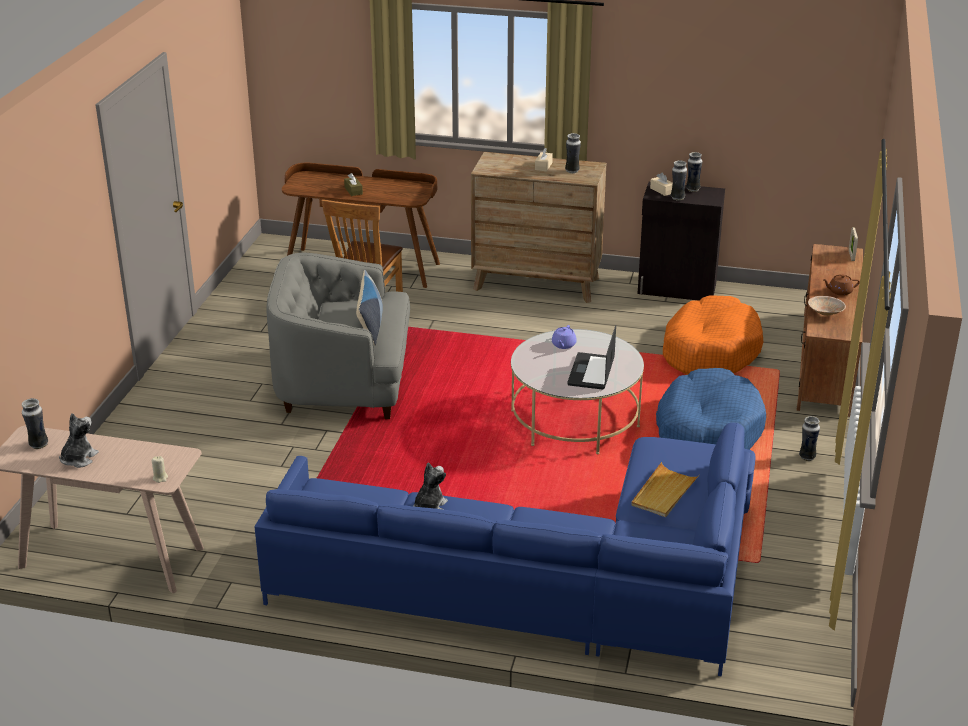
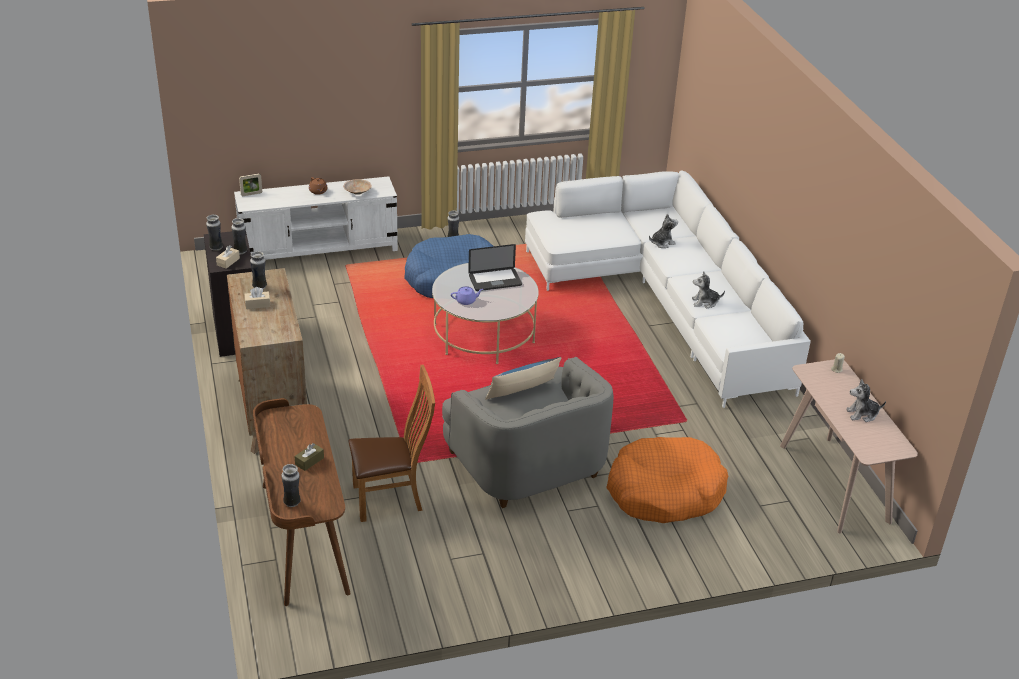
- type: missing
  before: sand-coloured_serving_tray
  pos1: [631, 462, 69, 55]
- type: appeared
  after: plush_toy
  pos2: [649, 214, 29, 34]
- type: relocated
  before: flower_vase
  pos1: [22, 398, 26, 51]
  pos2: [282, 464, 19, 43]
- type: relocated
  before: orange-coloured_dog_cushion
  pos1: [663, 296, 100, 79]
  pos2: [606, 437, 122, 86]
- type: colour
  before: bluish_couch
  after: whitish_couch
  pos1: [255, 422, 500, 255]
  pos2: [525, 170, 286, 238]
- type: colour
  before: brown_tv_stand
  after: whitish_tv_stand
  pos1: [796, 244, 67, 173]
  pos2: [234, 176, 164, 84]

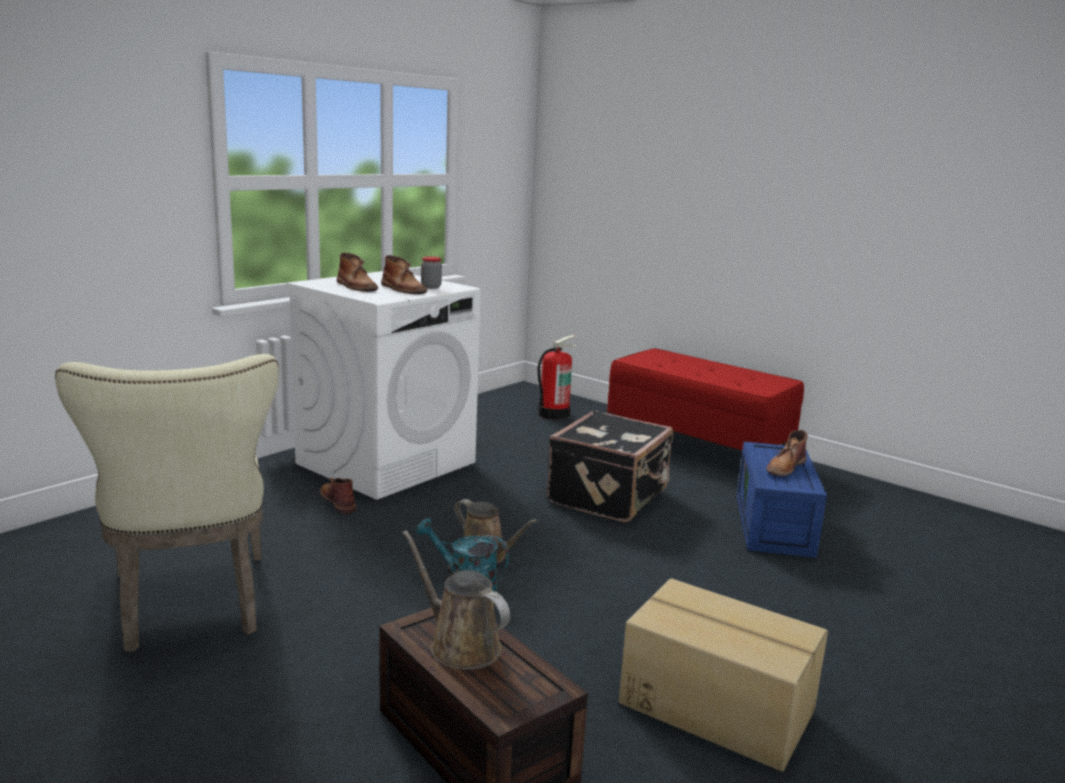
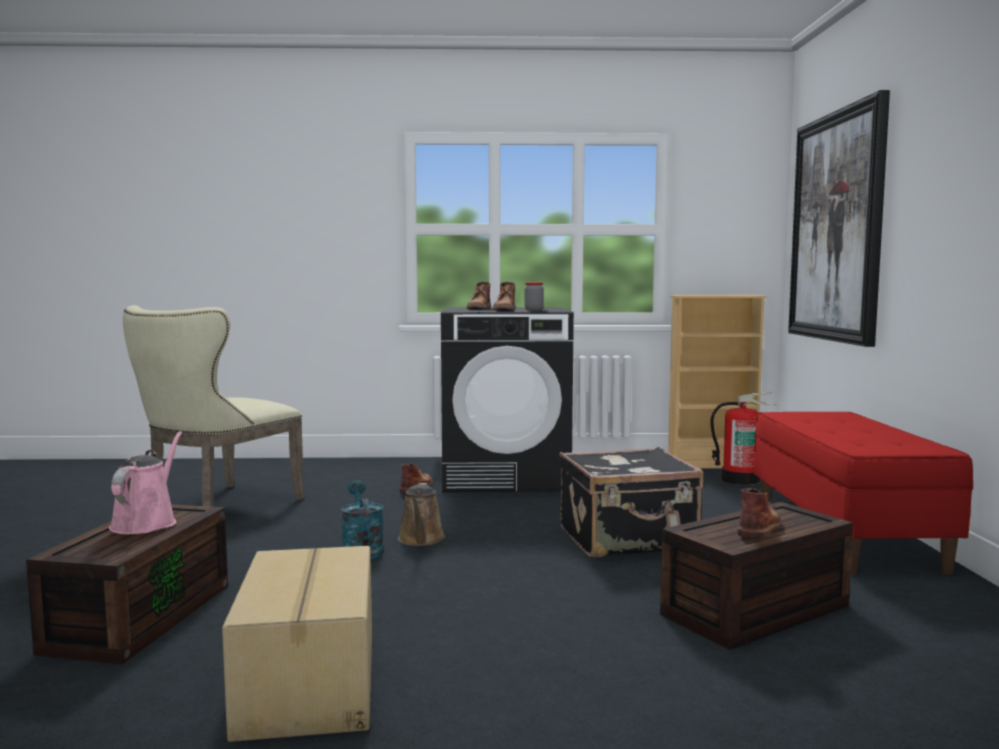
- type: appeared
  after: sand-coloured_bookcase
  pos2: [668, 295, 99, 174]
- type: appeared
  after: picture
  pos2: [788, 90, 102, 257]
- type: colour
  before: whitish_washing_machine
  after: black-coloured_washing_machine
  pos1: [286, 271, 195, 229]
  pos2: [441, 307, 133, 185]
- type: colour
  before: brown_sprinkling_can
  after: pink-coloured_sprinkling_can
  pos1: [403, 530, 107, 140]
  pos2: [109, 431, 73, 103]
- type: colour
  before: bluish_storage_box
  after: brown_storage_box
  pos1: [737, 442, 90, 116]
  pos2: [660, 502, 193, 148]
- type: spun
  before: brown_tall_boot
  pos1: [766, 430, 42, 47]
  pos2: [737, 488, 44, 51]
  turn: 120

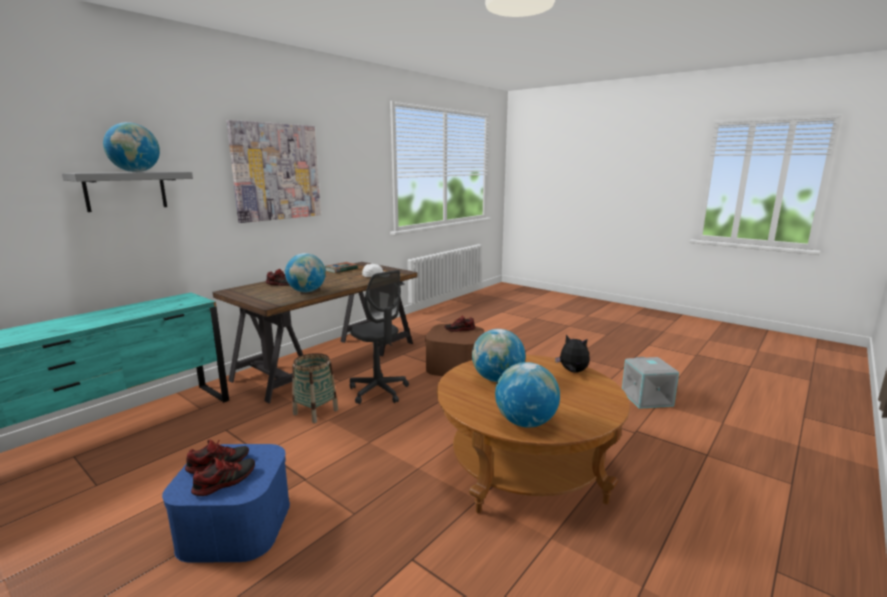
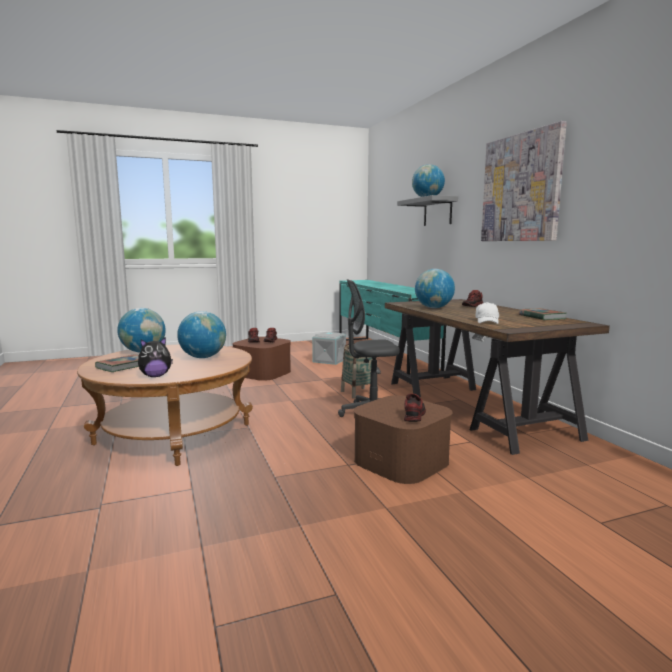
- type: appeared
  after: volume
  pos2: [95, 354, 44, 18]
- type: relocated
  before: gray_storage_box
  pos1: [622, 357, 57, 52]
  pos2: [312, 332, 34, 33]
- type: colour
  before: bluish_storage_box
  after: brown_storage_box
  pos1: [162, 444, 128, 119]
  pos2: [232, 337, 59, 44]

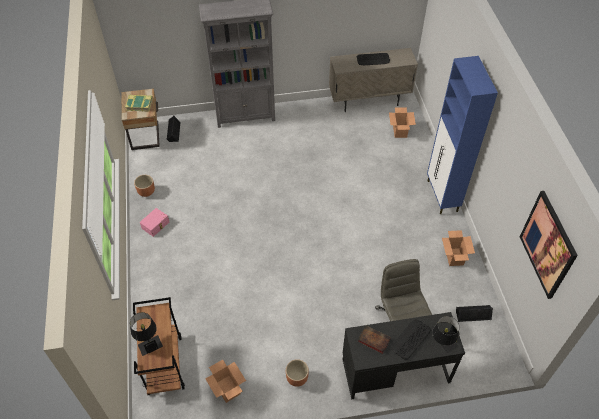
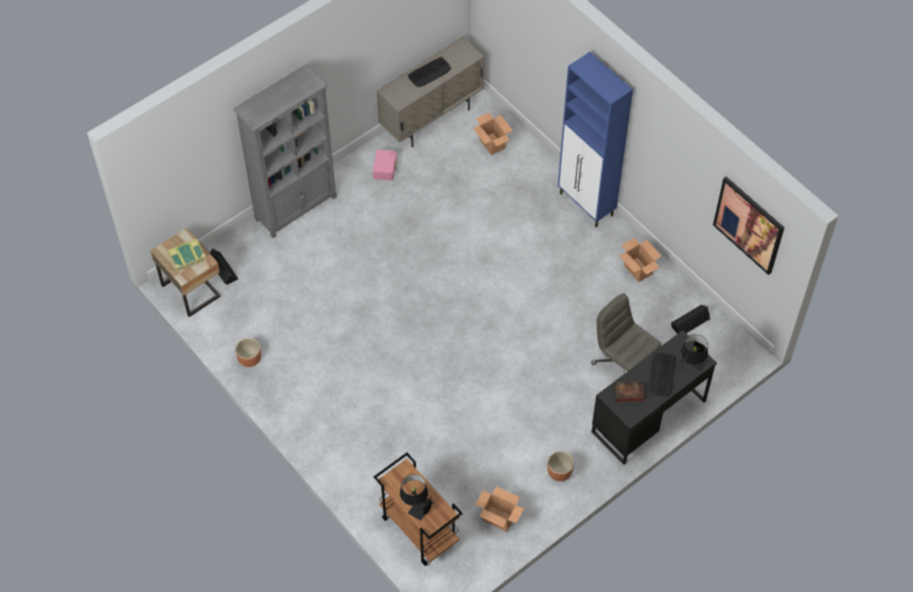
- type: relocated
  before: pink-coloured_storage_box
  pos1: [140, 208, 29, 29]
  pos2: [373, 149, 24, 32]

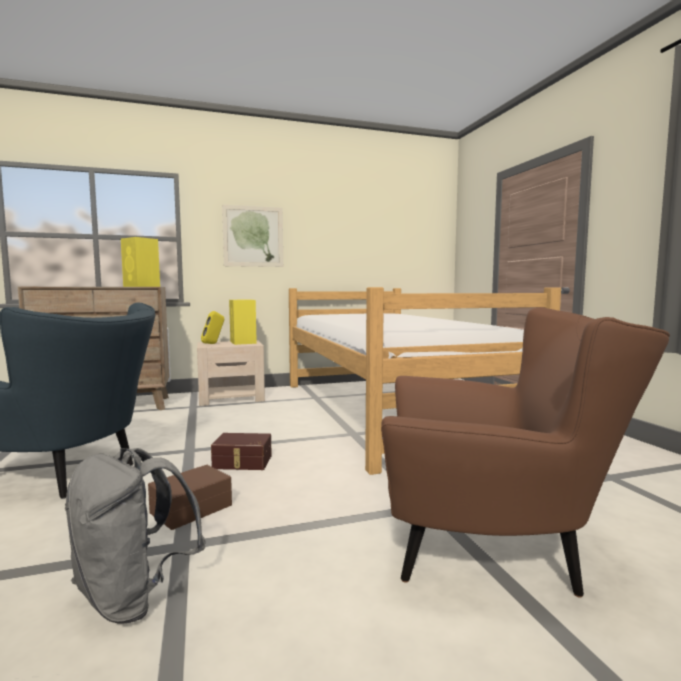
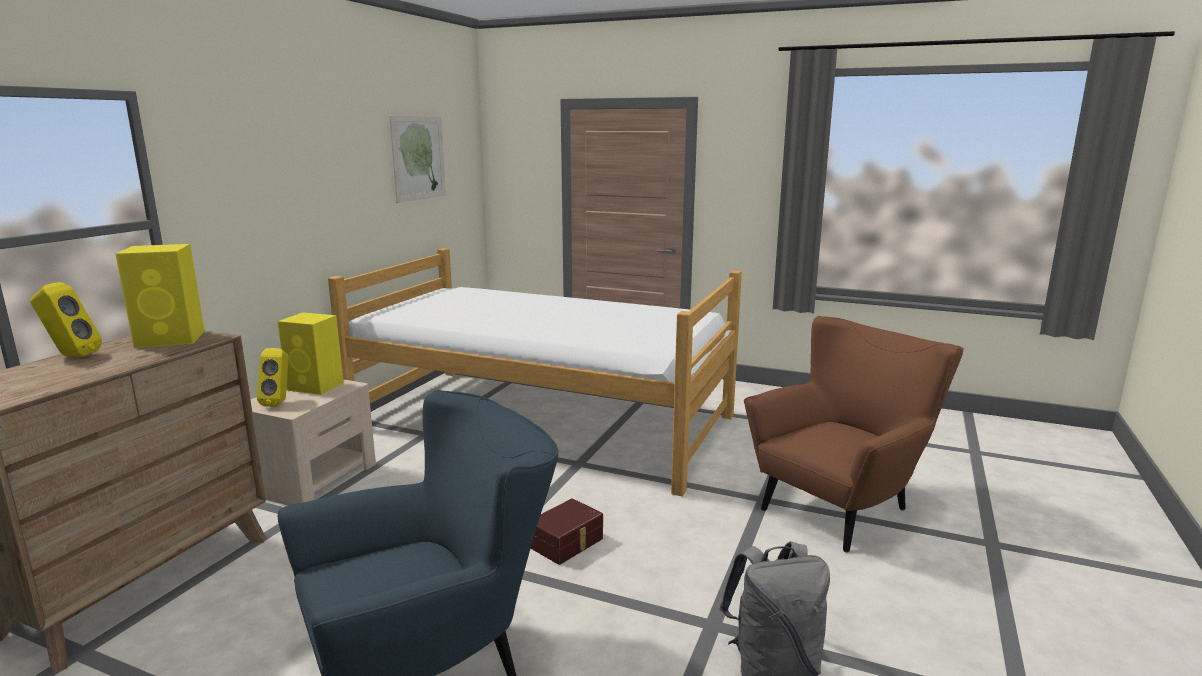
- type: missing
  before: brown_storage_box
  pos1: [148, 465, 84, 65]
- type: appeared
  after: yellowish_speaker
  pos2: [30, 282, 72, 75]
- type: relocated
  before: picture
  pos1: [222, 204, 61, 63]
  pos2: [389, 116, 57, 87]

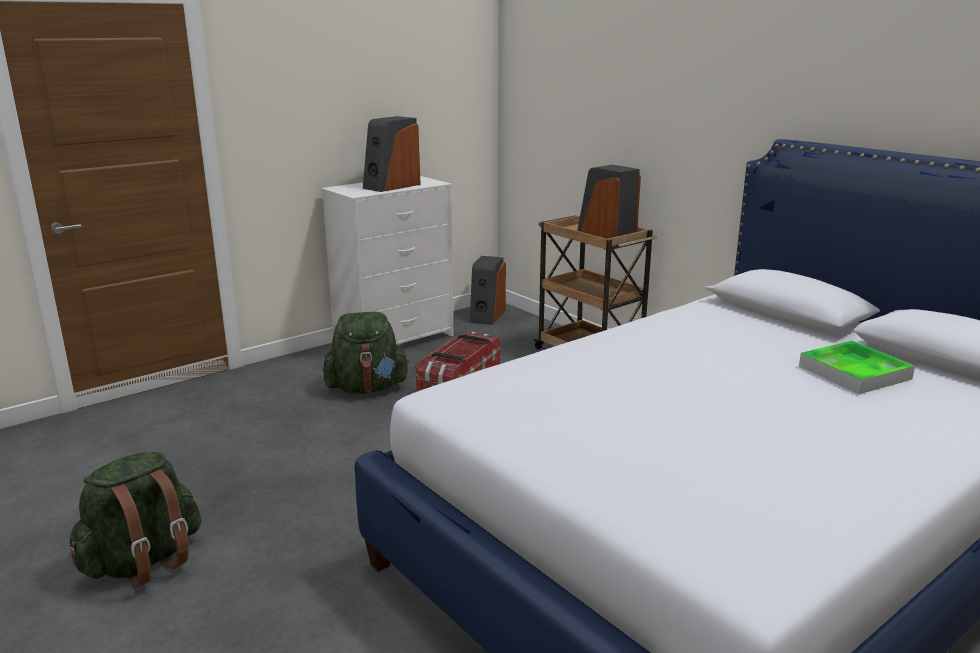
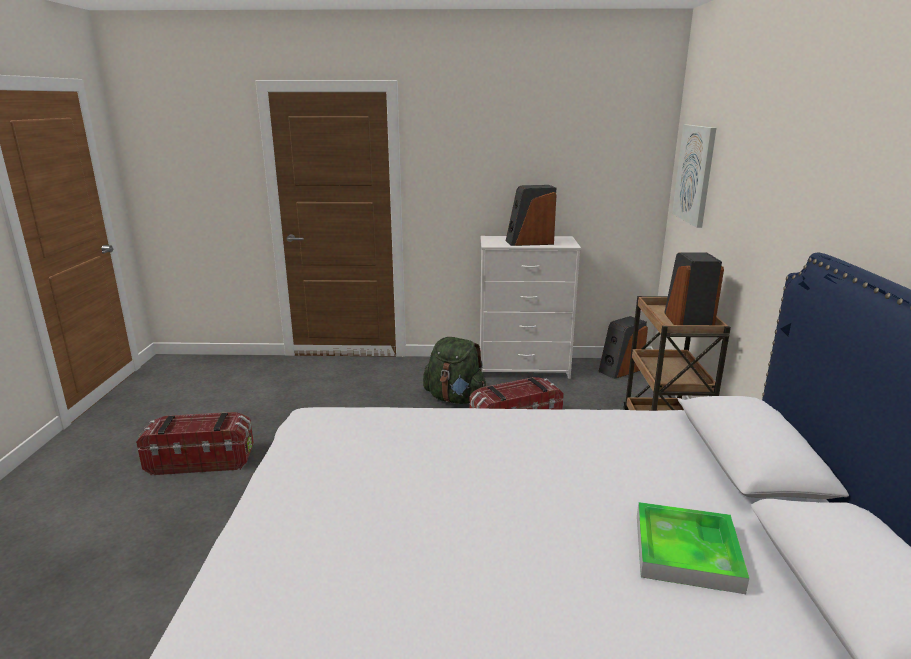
- type: appeared
  after: picture
  pos2: [672, 125, 44, 103]
- type: exchanged
  before: green-coloured_rucksack
  after: storage_box
  pos1: [68, 452, 133, 136]
  pos2: [136, 412, 118, 63]

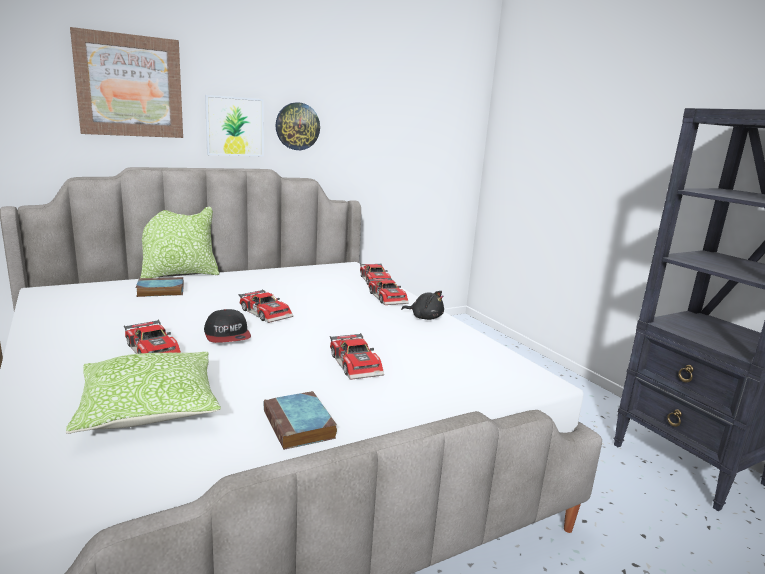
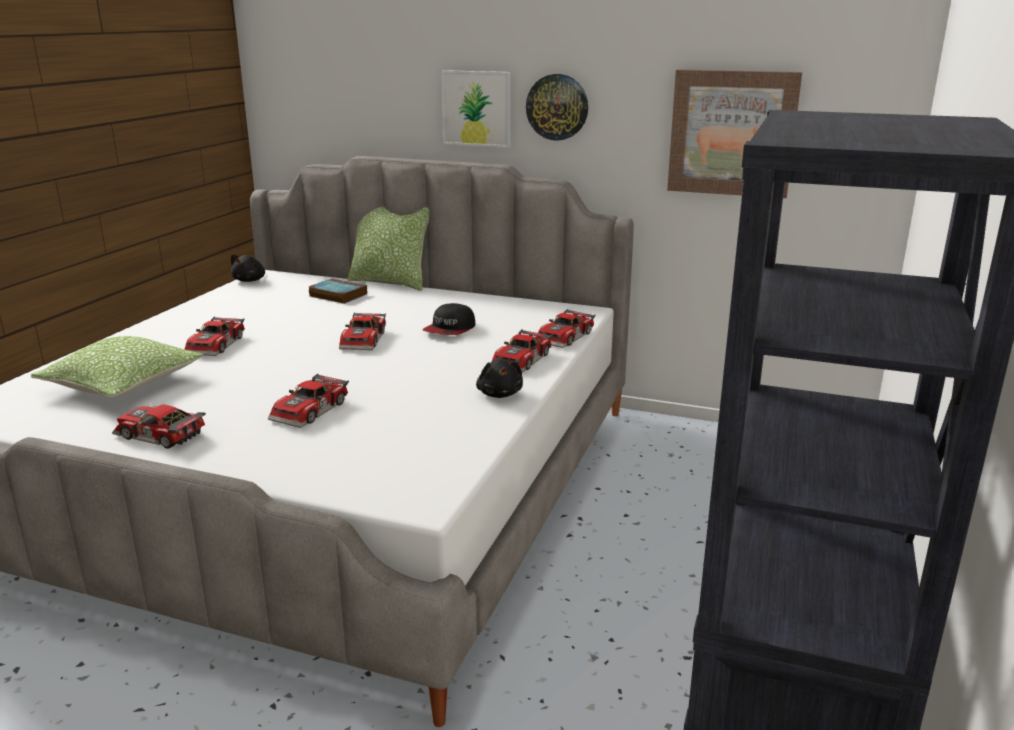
- type: appeared
  after: black-coloured_plush_toy
  pos2: [231, 254, 34, 28]
- type: relocated
  before: picture
  pos1: [70, 27, 113, 111]
  pos2: [667, 69, 135, 129]
- type: relocated
  before: cap
  pos1: [204, 309, 47, 34]
  pos2: [423, 303, 52, 32]
- type: exchanged
  before: volume
  after: miniature_car
  pos1: [264, 391, 73, 59]
  pos2: [112, 404, 94, 45]

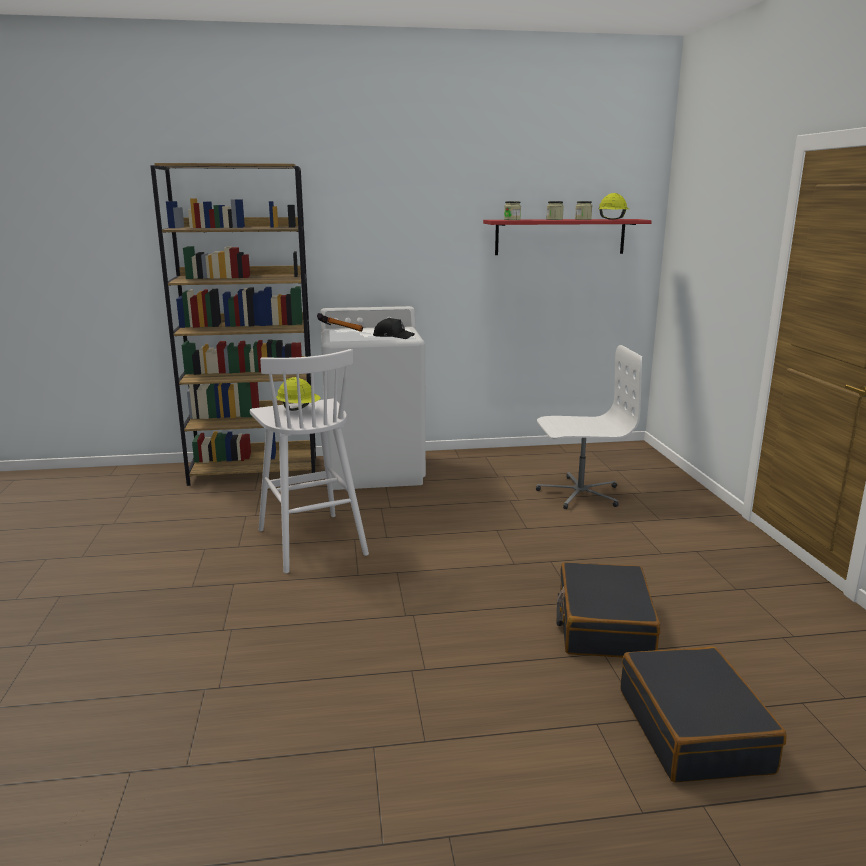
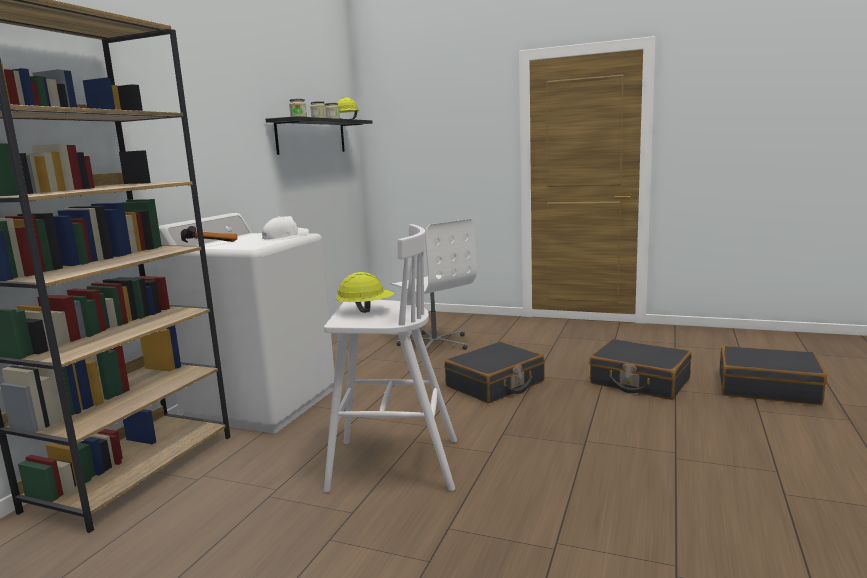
- type: appeared
  after: black-coloured_piece_of_luggage
  pos2: [444, 342, 101, 61]
- type: colour
  before: black-coloured_cap
  after: whitish_cap
  pos1: [373, 318, 42, 21]
  pos2: [262, 216, 47, 24]
- type: colour
  before: red_wall_shelf
  after: black-coloured_wall_shelf
  pos1: [483, 219, 169, 36]
  pos2: [265, 116, 108, 39]
- type: spun
  before: whitish_computer_chair
  pos1: [536, 345, 106, 164]
  pos2: [390, 219, 87, 131]
  turn: 120

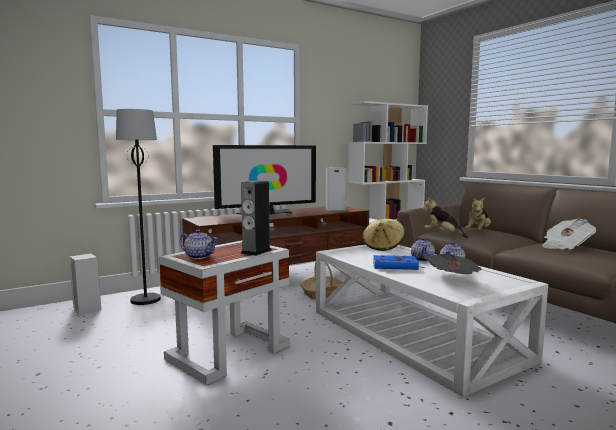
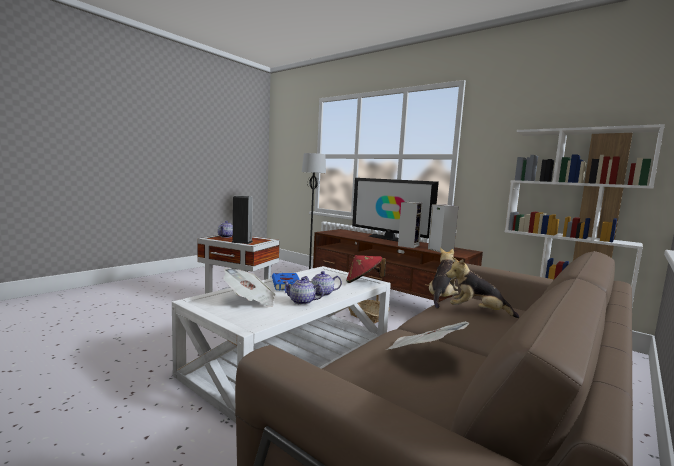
- type: relocated
  before: speaker
  pos1: [69, 253, 32, 62]
  pos2: [398, 202, 25, 46]
- type: colour
  before: sand-coloured_wearable_hat
  after: red_wearable_hat
  pos1: [362, 219, 43, 32]
  pos2: [346, 255, 40, 28]

